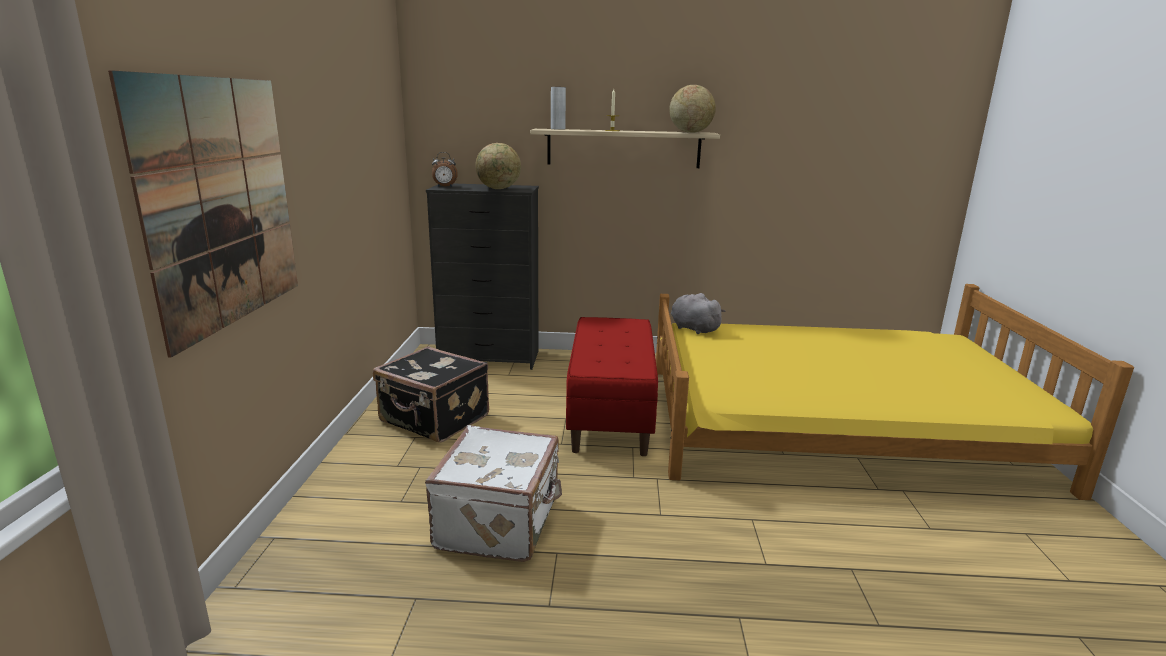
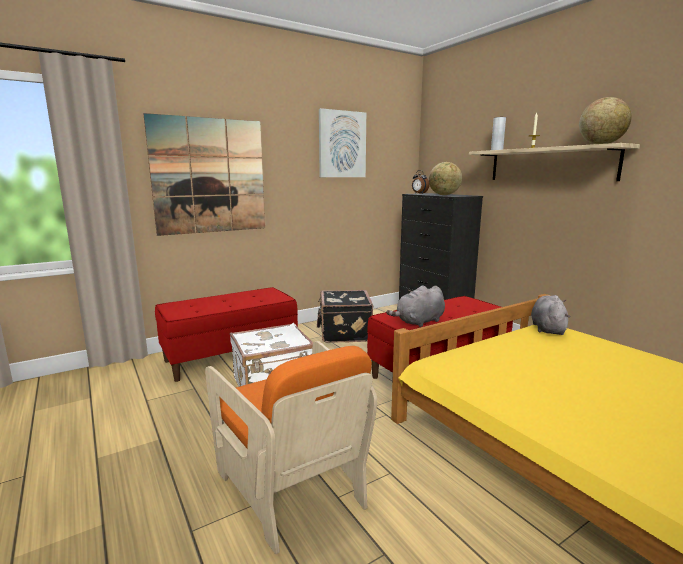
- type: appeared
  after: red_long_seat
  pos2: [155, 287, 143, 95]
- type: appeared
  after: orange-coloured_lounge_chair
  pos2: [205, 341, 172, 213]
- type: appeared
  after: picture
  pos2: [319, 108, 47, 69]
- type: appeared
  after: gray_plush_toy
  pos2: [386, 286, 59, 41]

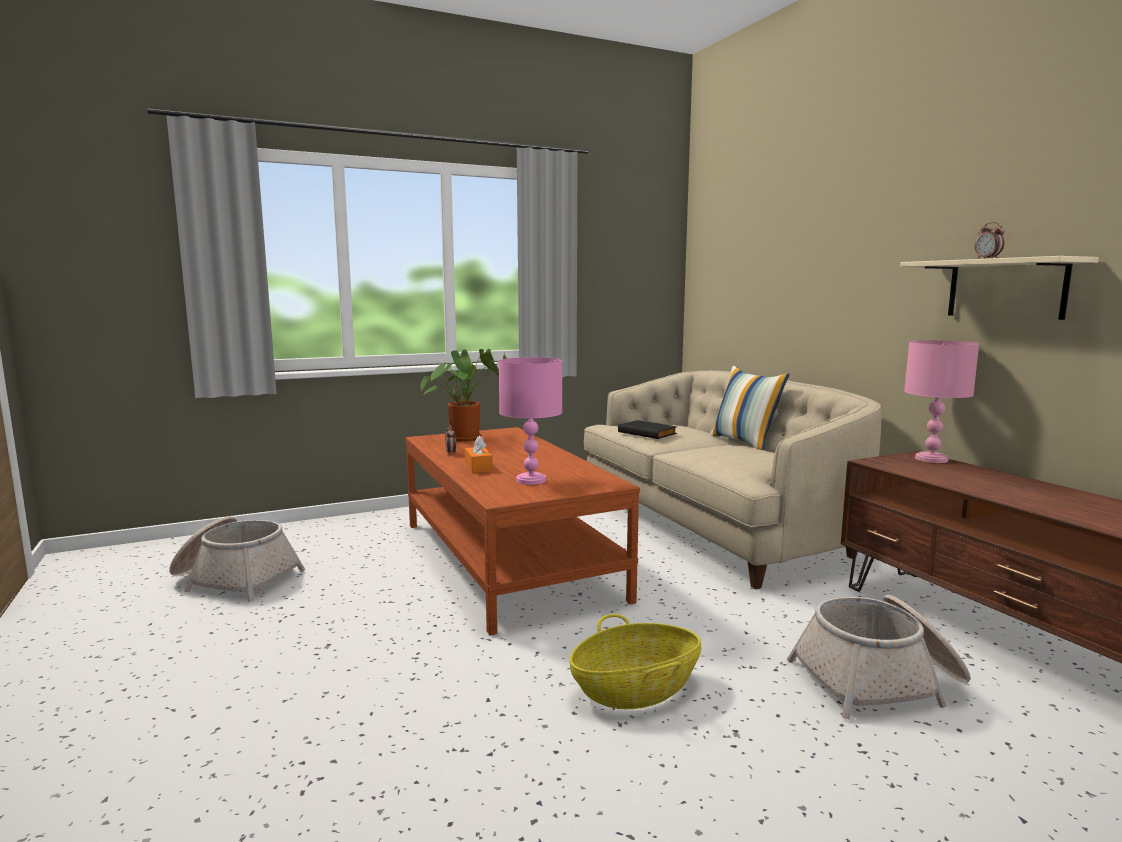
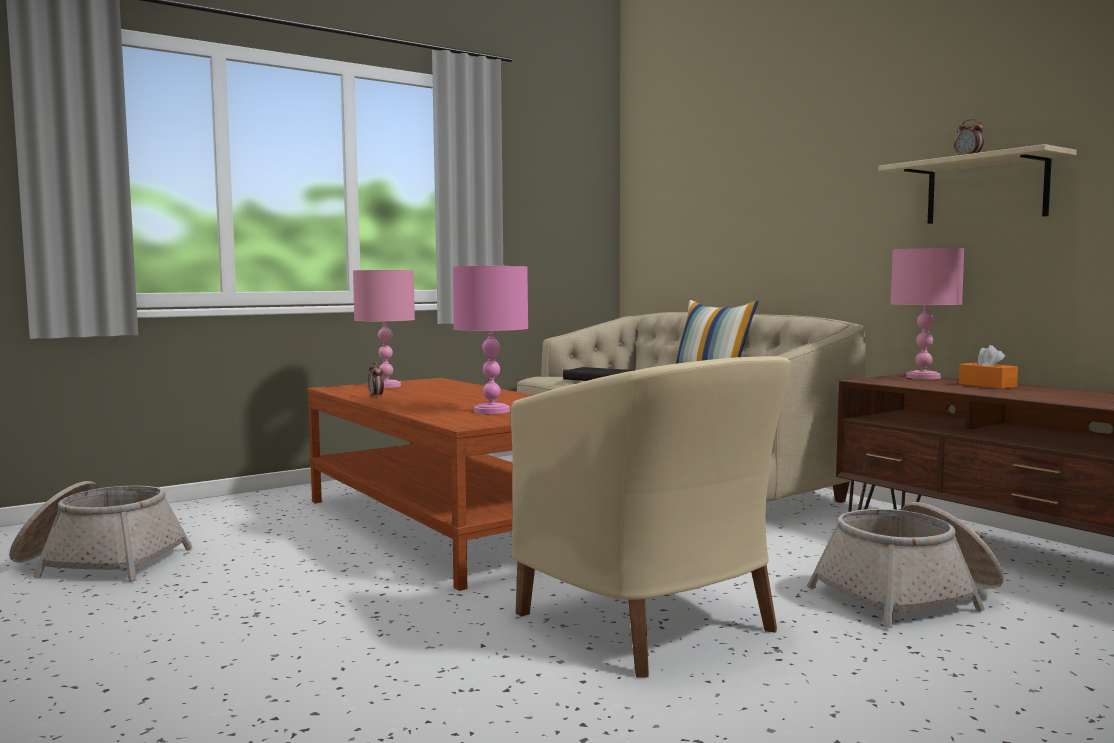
- type: relocated
  before: orange-coloured_tissue_box
  pos1: [465, 435, 28, 38]
  pos2: [959, 345, 59, 44]
- type: exchanged
  before: plant_in_a_pot
  after: pink-coloured_table_lamp
  pos1: [421, 349, 86, 93]
  pos2: [353, 270, 62, 118]
- type: exchanged
  before: household_basket
  after: sand-coloured_lounge_chair
  pos1: [570, 614, 131, 95]
  pos2: [510, 356, 281, 321]

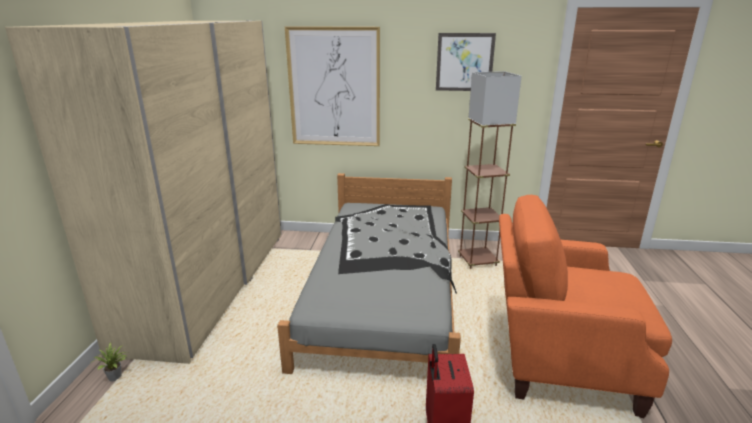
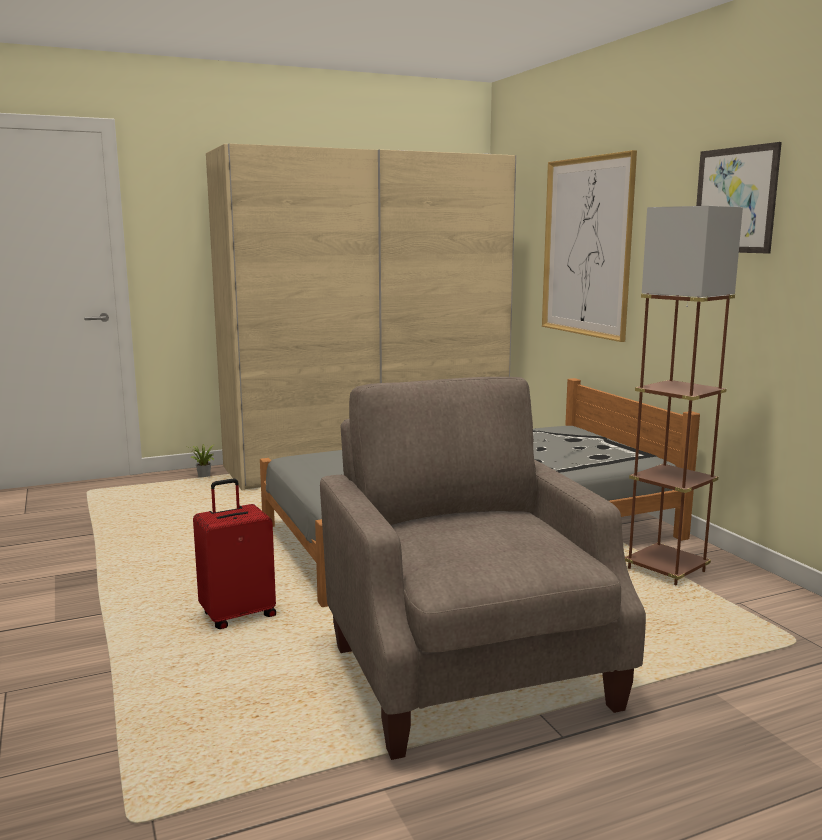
- type: colour
  before: orange-coloured_lounge_chair
  after: sand-coloured_lounge_chair
  pos1: [499, 195, 173, 223]
  pos2: [320, 377, 326, 383]

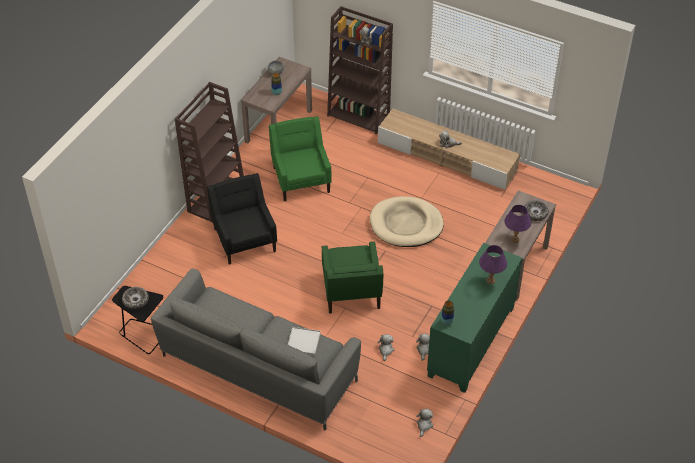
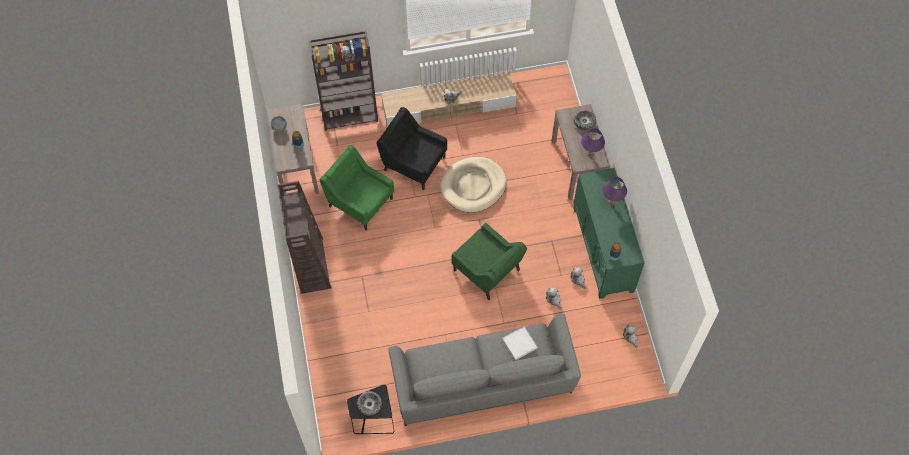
- type: relocated
  before: black-coloured_lounge_chair
  pos1: [207, 173, 70, 92]
  pos2: [377, 107, 70, 83]

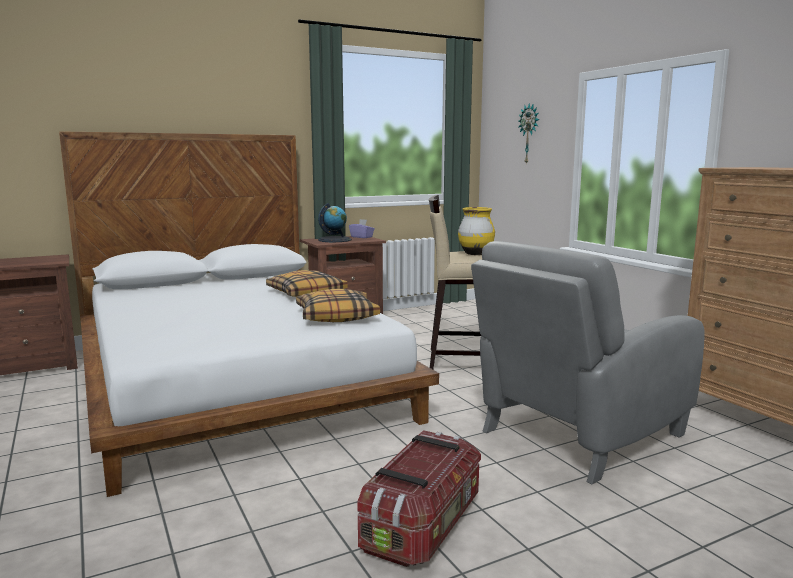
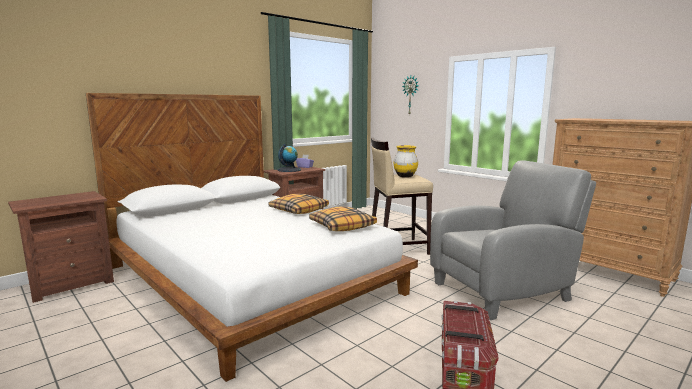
- type: spun
  before: gray_lounge_chair
  pos1: [471, 241, 234, 243]
  pos2: [430, 160, 166, 160]
  turn: -150

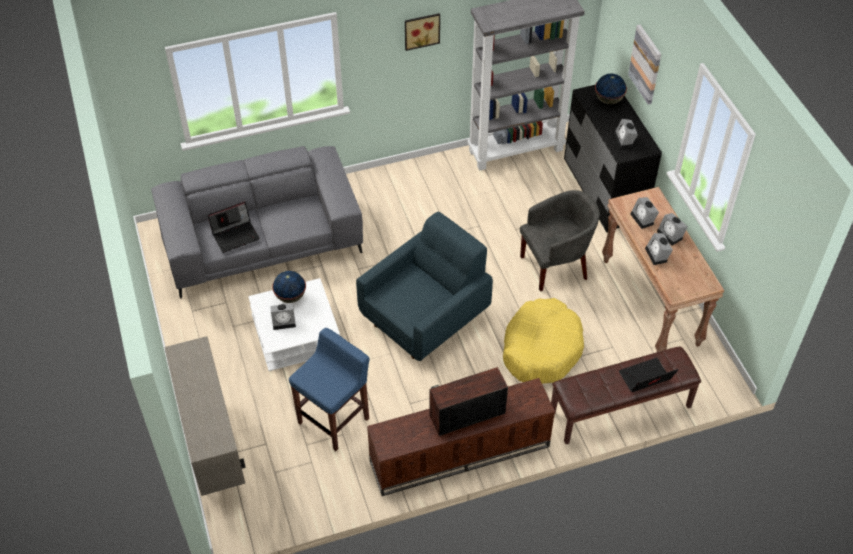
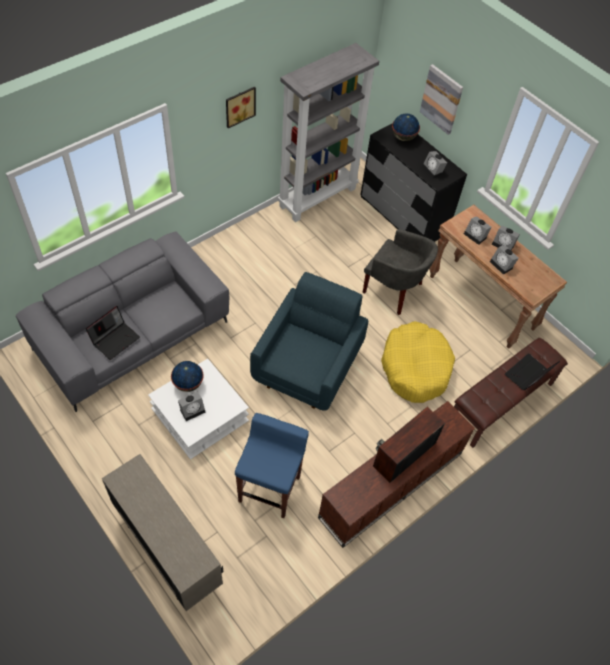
- type: spun
  before: gray_lounge_chair
  pos1: [520, 190, 80, 101]
  pos2: [363, 229, 75, 86]
  turn: 75

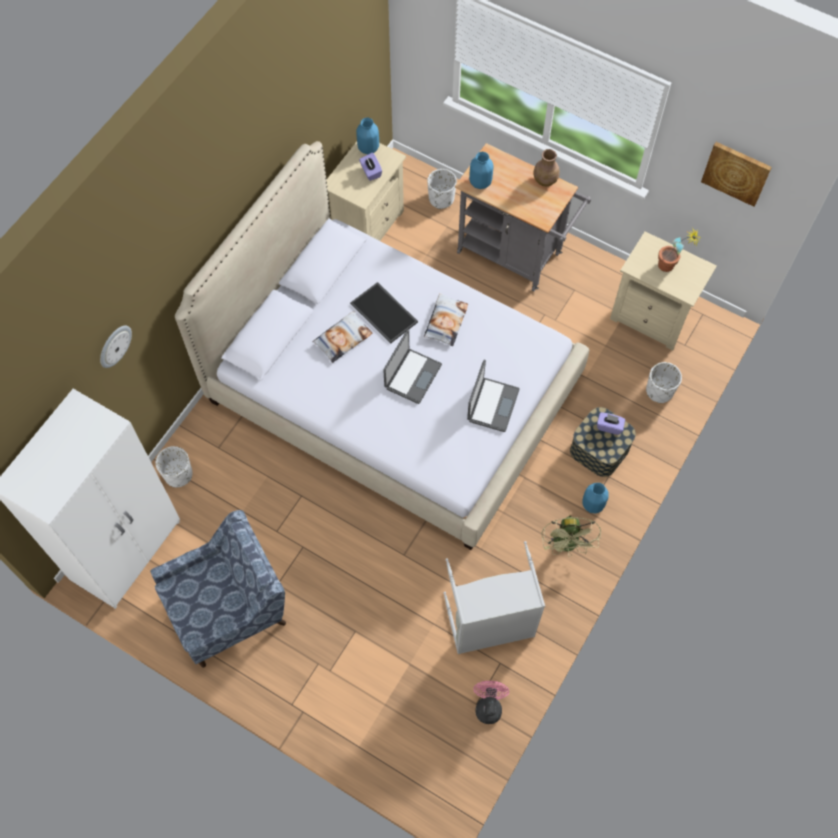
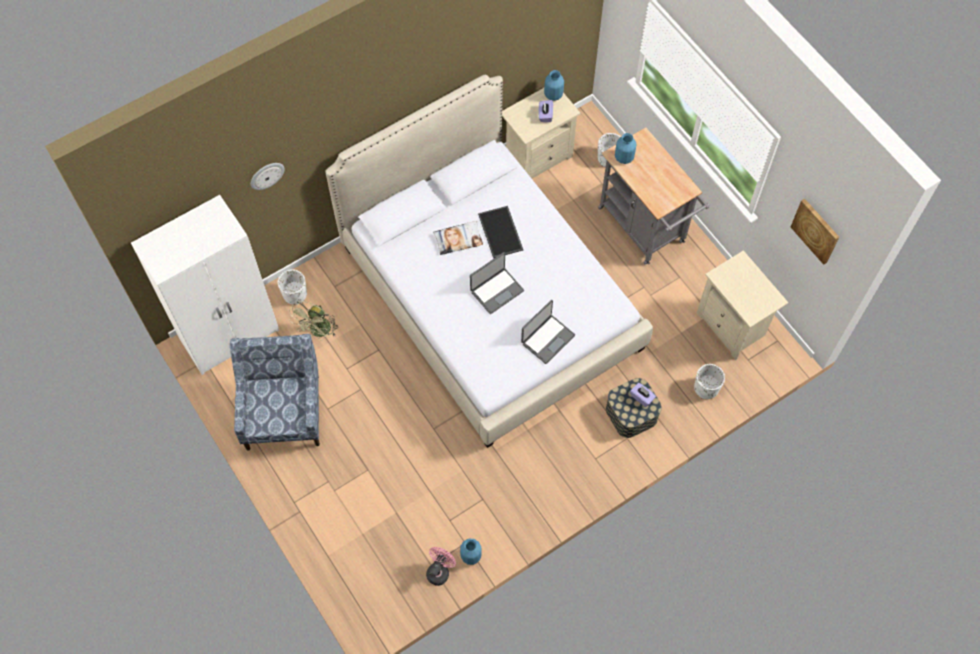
- type: missing
  before: pillow
  pos1: [424, 293, 44, 53]
- type: missing
  before: gray_laundry_basket
  pos1: [443, 541, 102, 113]
- type: missing
  before: brown_flower_vase
  pos1: [533, 149, 27, 37]
- type: missing
  before: plant_in_a_pot
  pos1: [658, 227, 42, 45]
- type: relocated
  before: green-coloured_electric_fan
  pos1: [541, 515, 60, 42]
  pos2: [289, 301, 49, 40]
- type: relocated
  before: bluish_flower_vase
  pos1: [582, 483, 27, 30]
  pos2: [460, 539, 22, 26]
- type: spun
  before: bluish_lounge_chair
  pos1: [150, 510, 136, 158]
  pos2: [230, 334, 90, 117]
  turn: -90

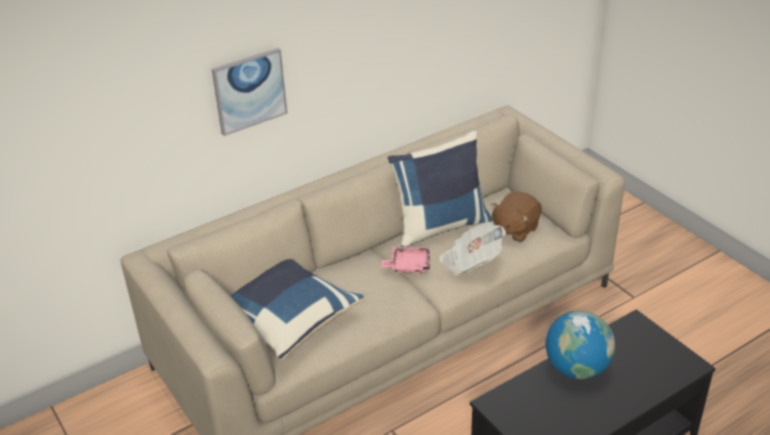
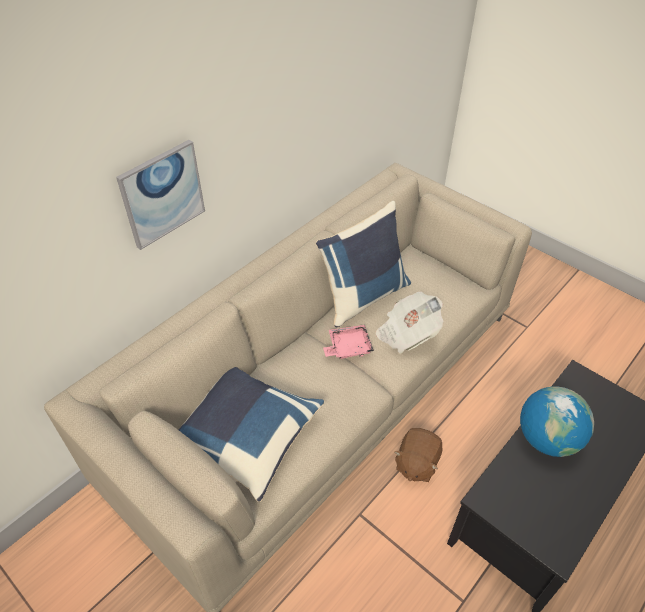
- type: relocated
  before: brown_plush_toy
  pos1: [491, 192, 51, 50]
  pos2: [394, 428, 49, 54]

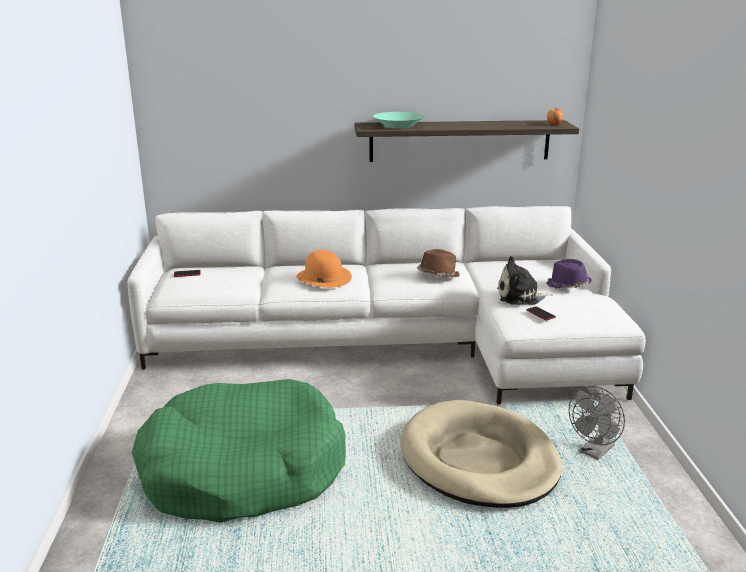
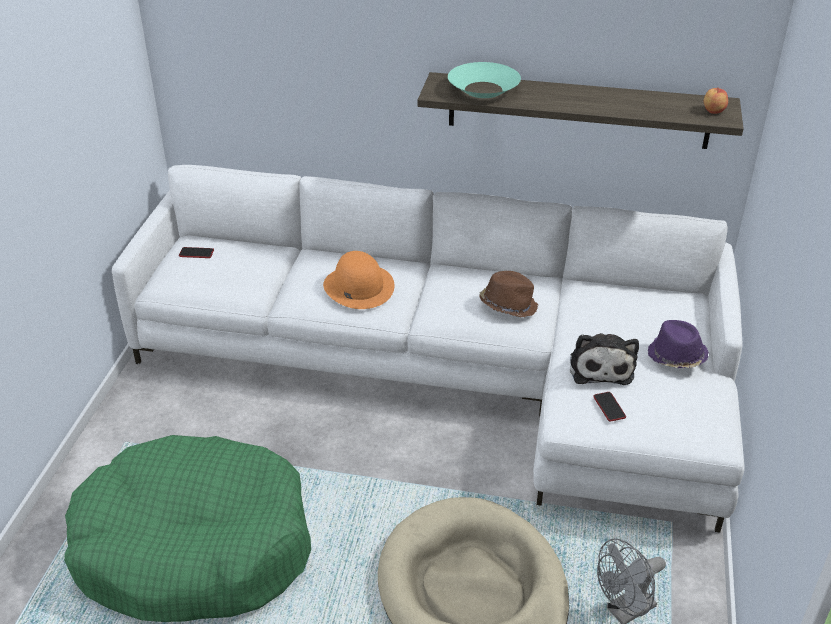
- type: spun
  before: plush_toy
  pos1: [497, 256, 55, 49]
  pos2: [570, 333, 69, 52]
  turn: -105

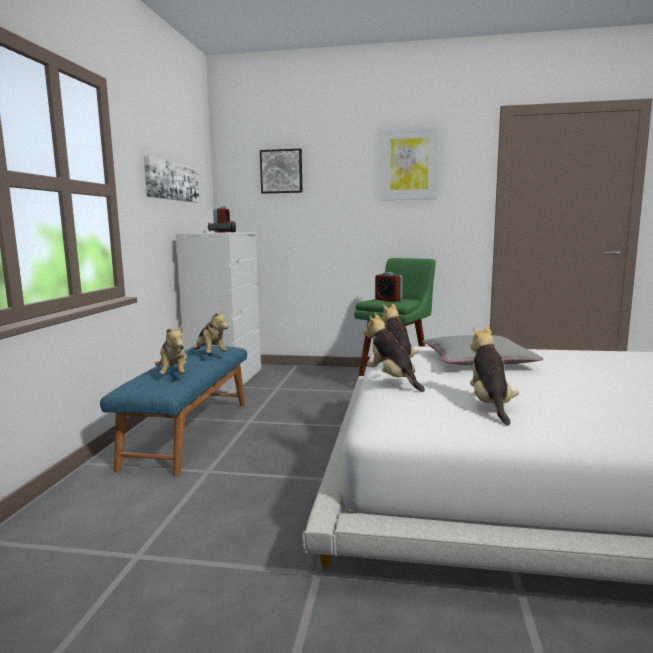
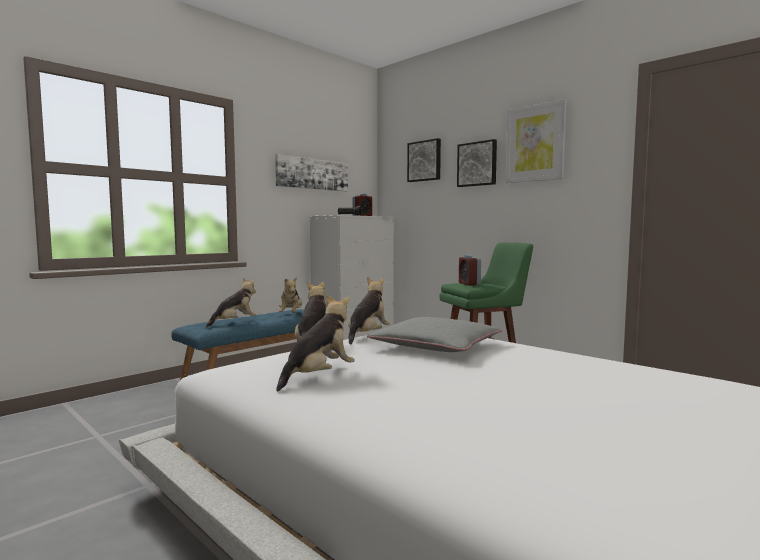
- type: appeared
  after: picture
  pos2: [457, 139, 40, 48]
- type: spun
  before: plush_toy
  pos1: [155, 324, 32, 50]
  pos2: [206, 279, 50, 48]
  turn: -150

